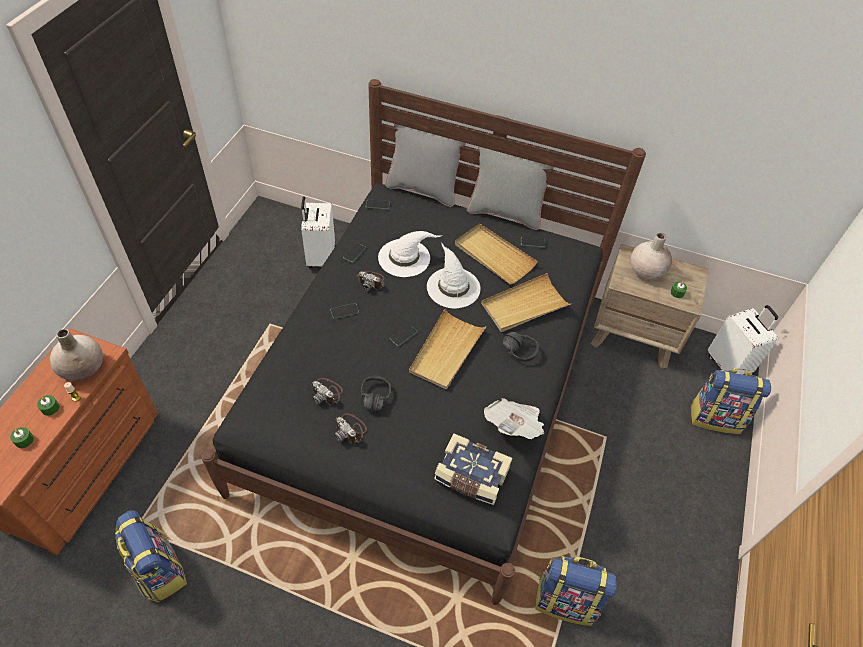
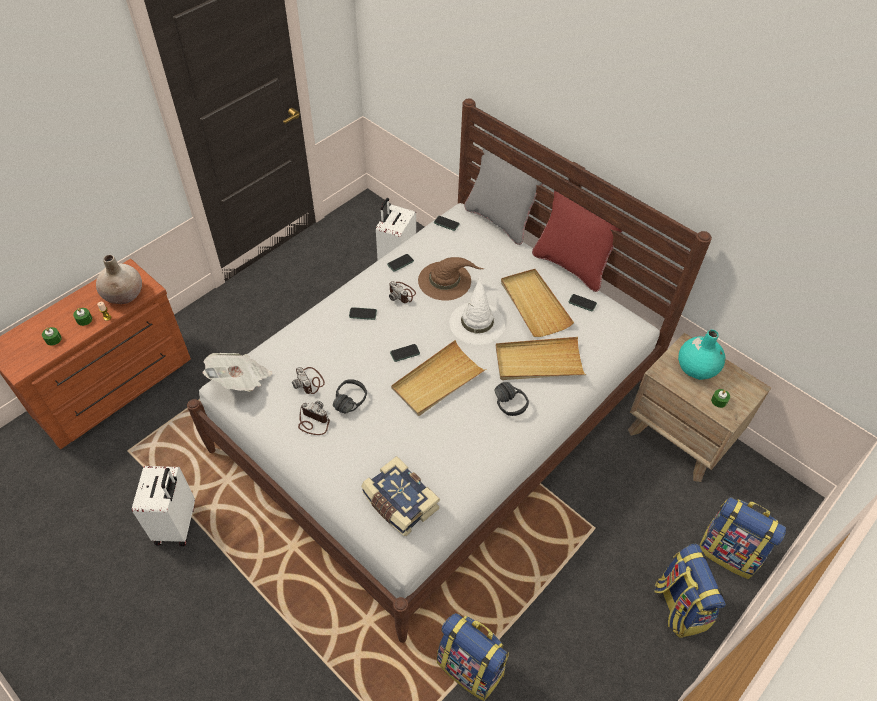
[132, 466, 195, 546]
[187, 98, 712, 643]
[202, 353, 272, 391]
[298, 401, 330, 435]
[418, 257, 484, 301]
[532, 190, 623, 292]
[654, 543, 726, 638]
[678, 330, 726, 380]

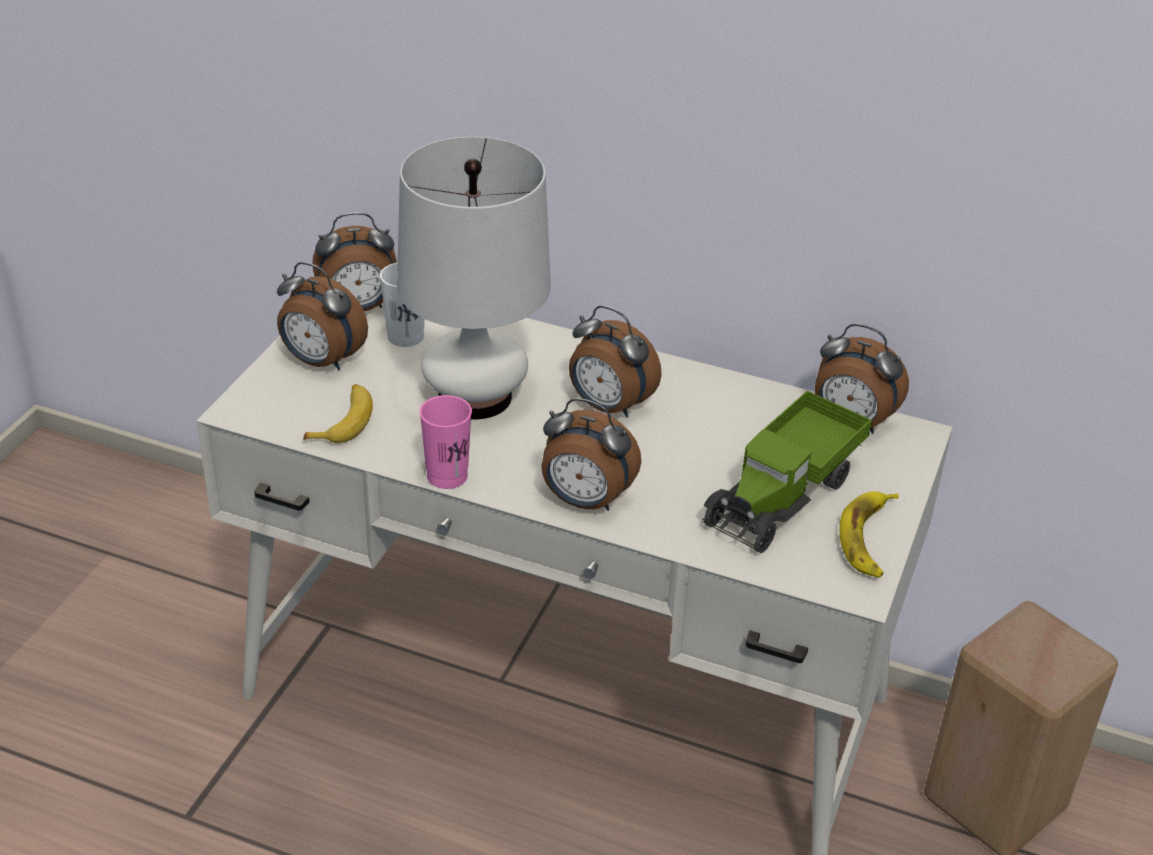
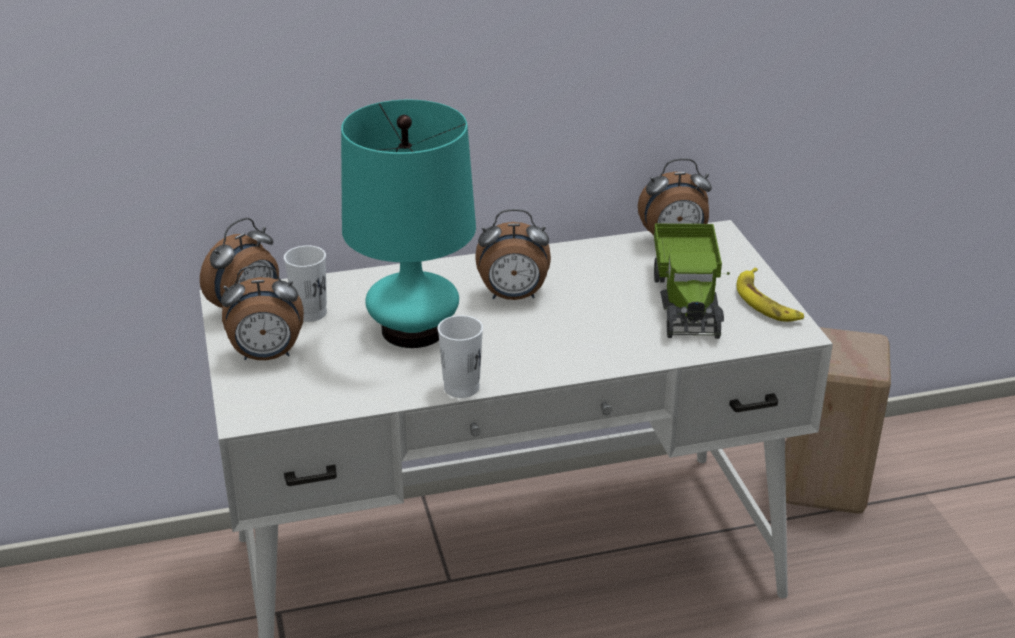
[341, 100, 476, 348]
[438, 315, 483, 398]
[303, 384, 373, 443] (first image)
[541, 398, 641, 511] (first image)

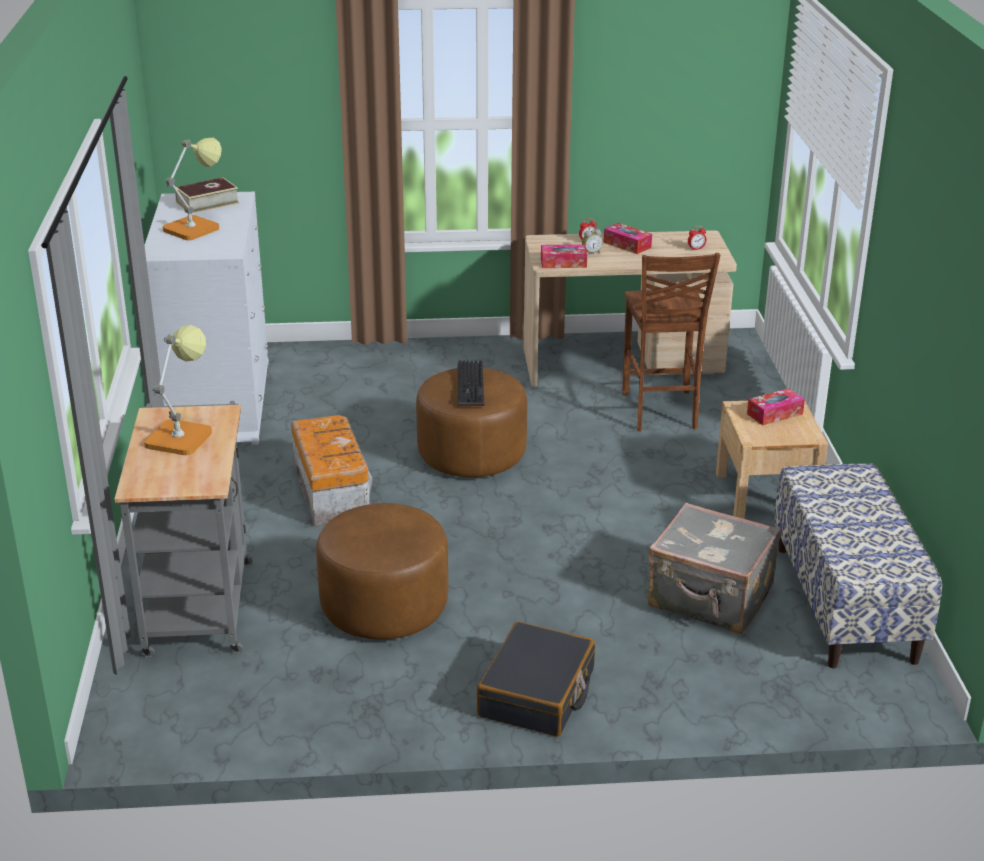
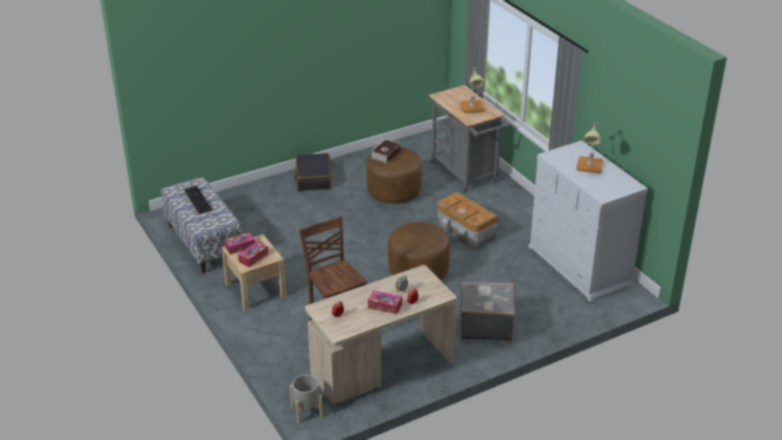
[184, 186, 212, 214]
[224, 232, 255, 255]
[290, 375, 323, 423]
[371, 139, 401, 164]
[460, 281, 515, 341]

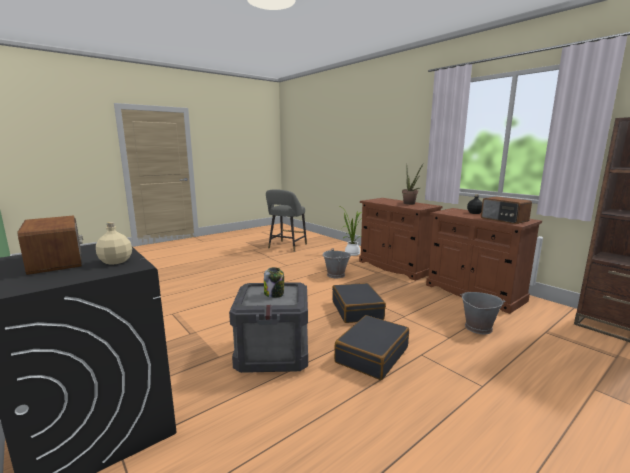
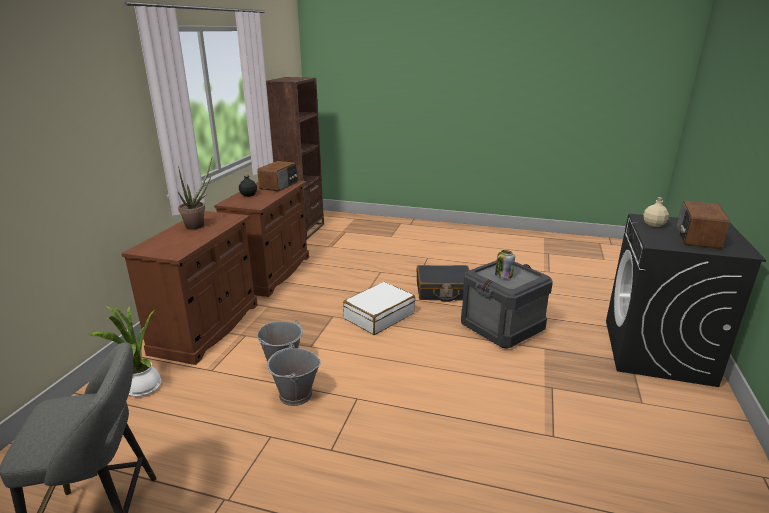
[267, 344, 321, 406]
[343, 282, 415, 335]

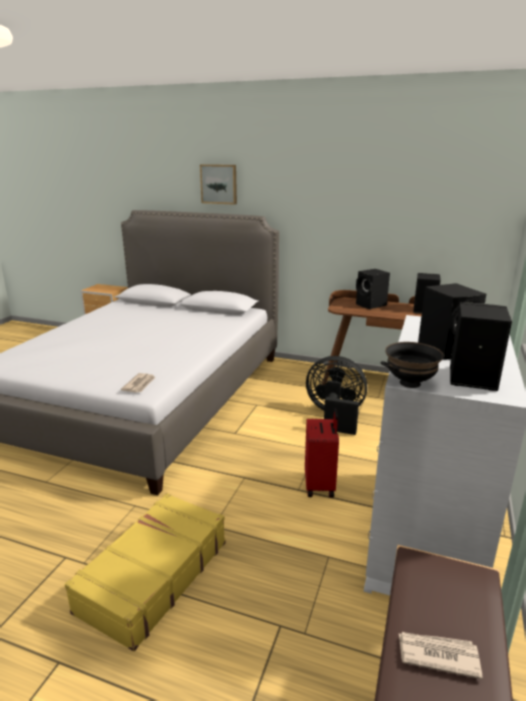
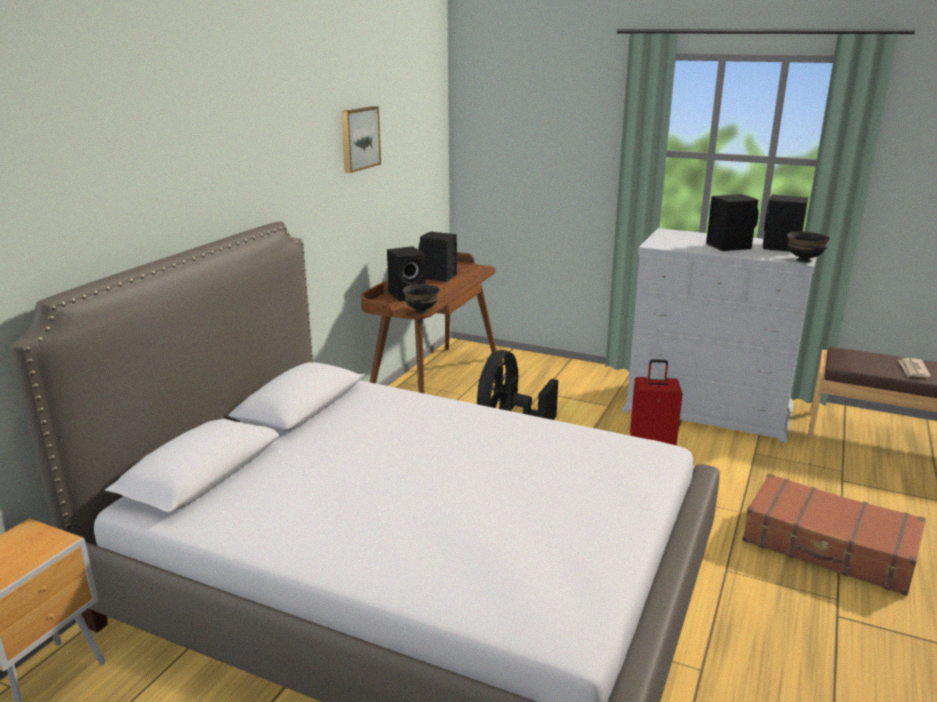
[341, 106, 381, 173]
[403, 284, 440, 314]
[742, 474, 926, 596]
[121, 373, 155, 393] (first image)

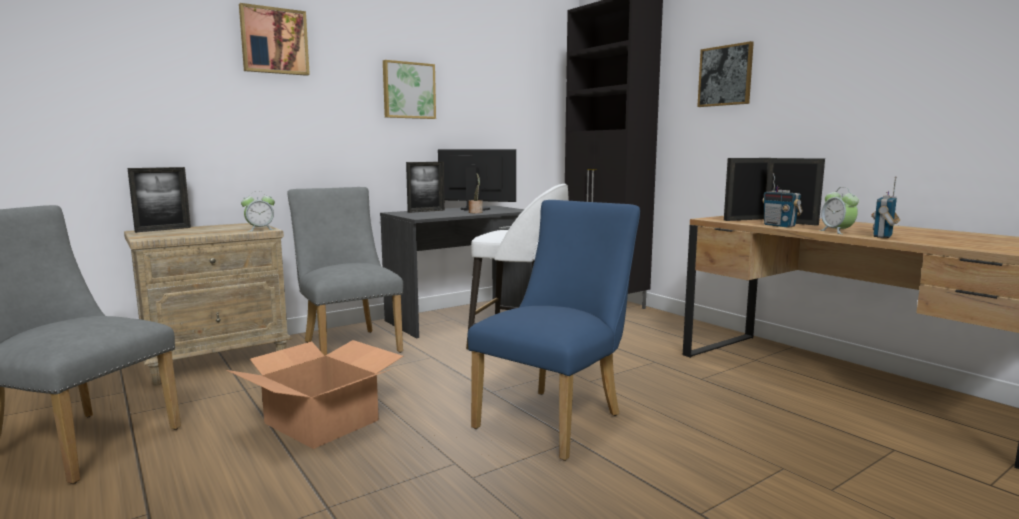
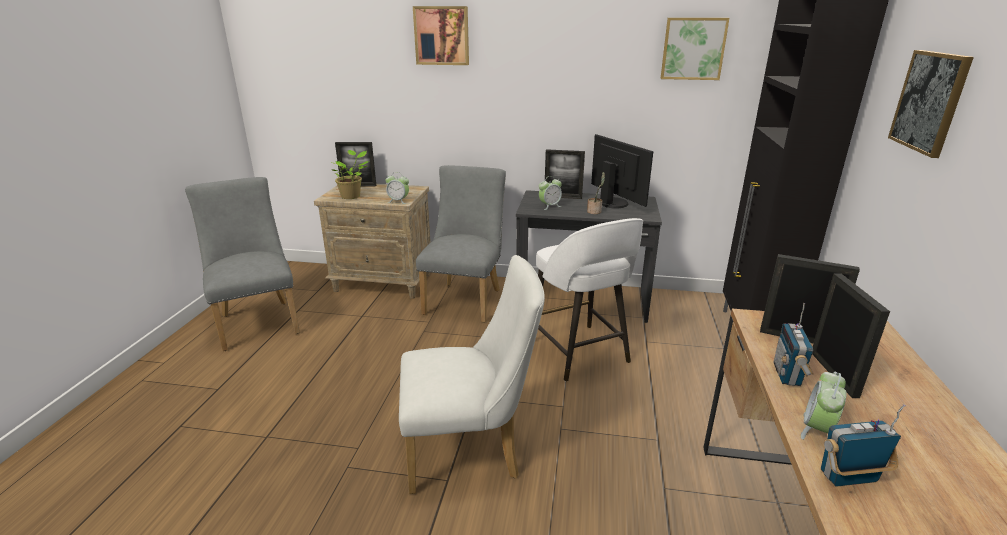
[331, 150, 369, 199]
[399, 255, 545, 494]
[539, 176, 562, 210]
[661, 18, 729, 80]
[226, 340, 403, 449] (first image)

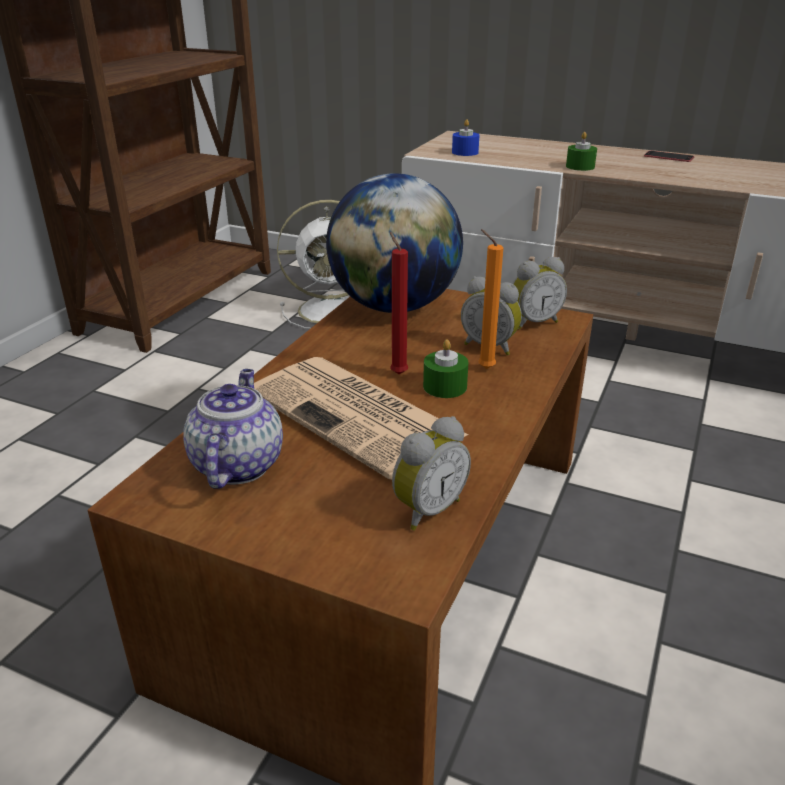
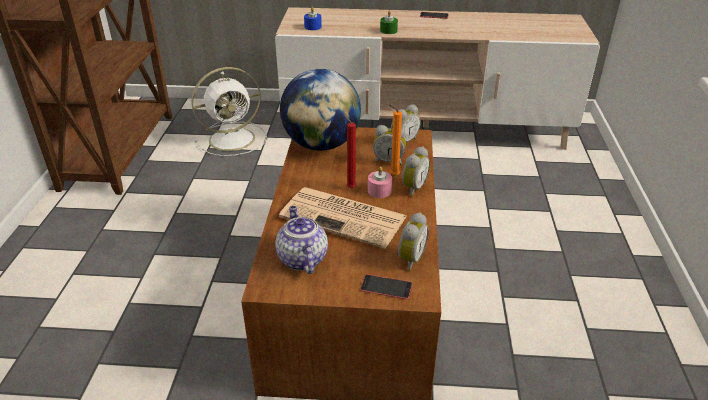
[360, 274, 412, 299]
[368, 166, 392, 198]
[402, 146, 430, 196]

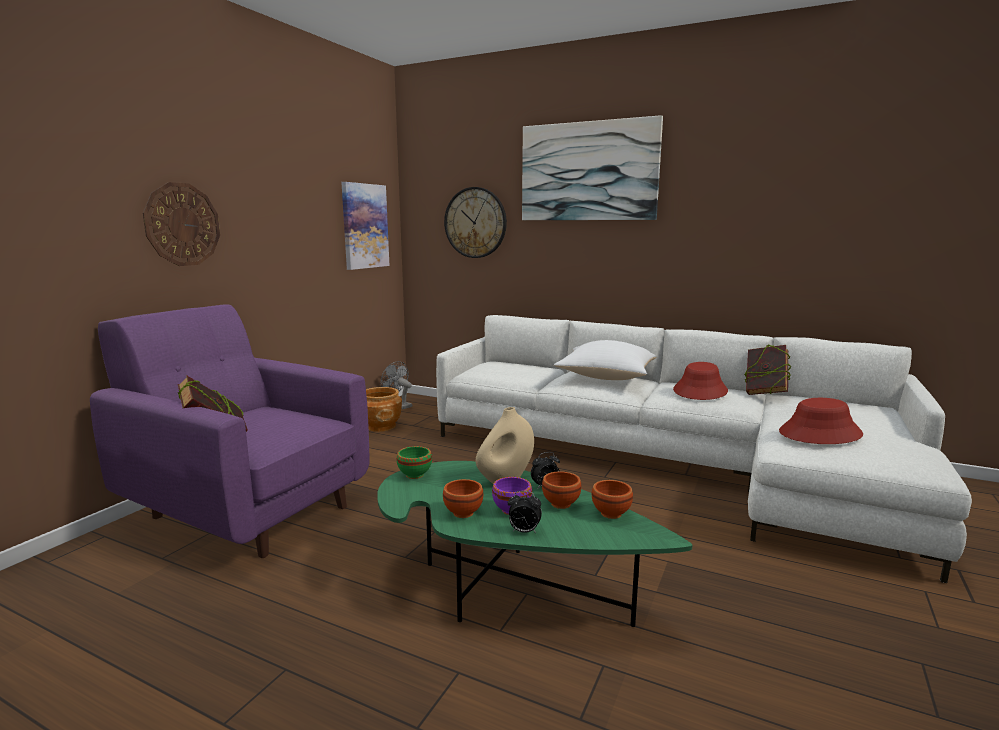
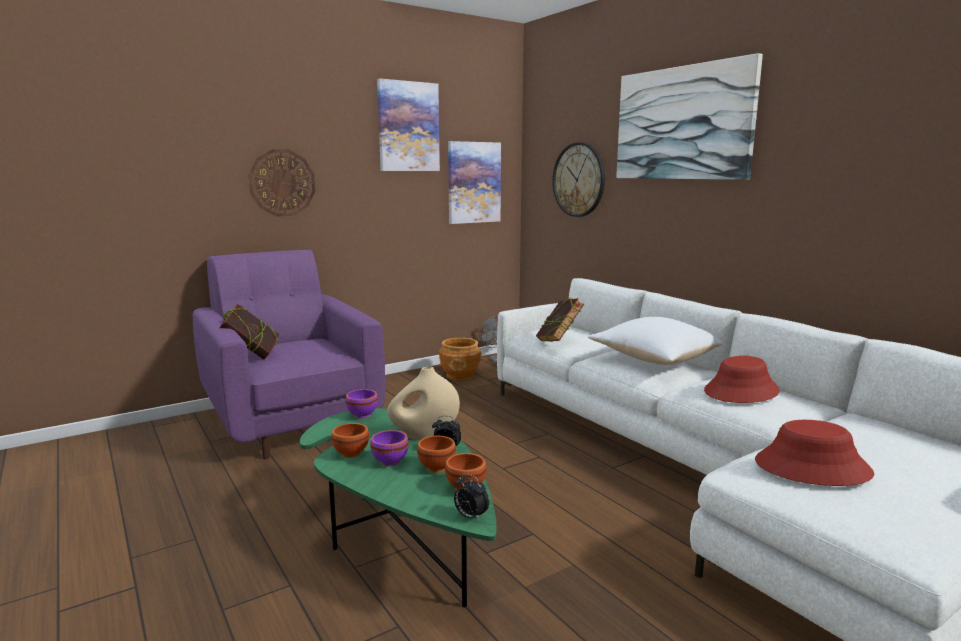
[345, 389, 378, 418]
[377, 78, 440, 171]
[454, 473, 489, 522]
[536, 298, 584, 342]

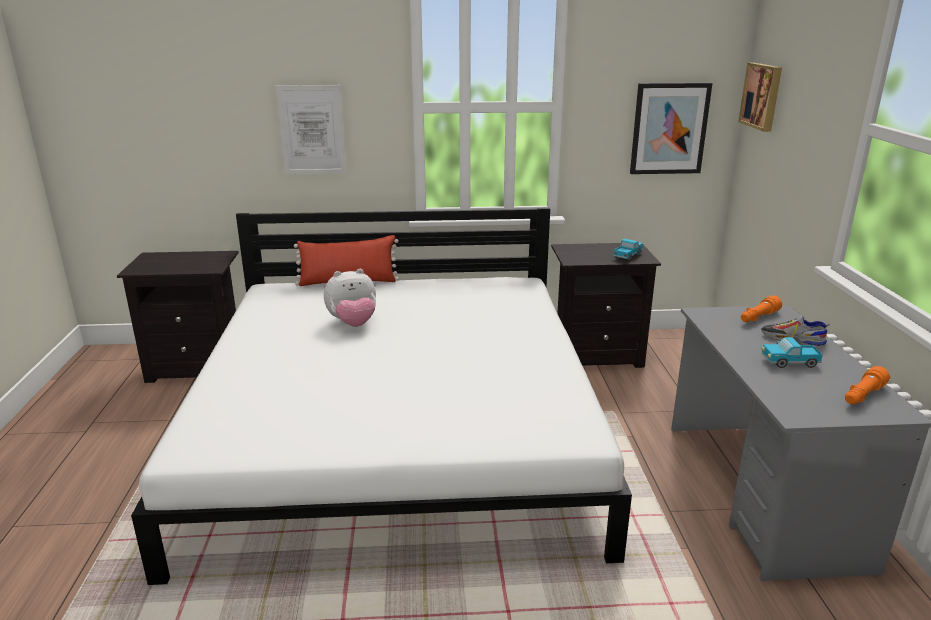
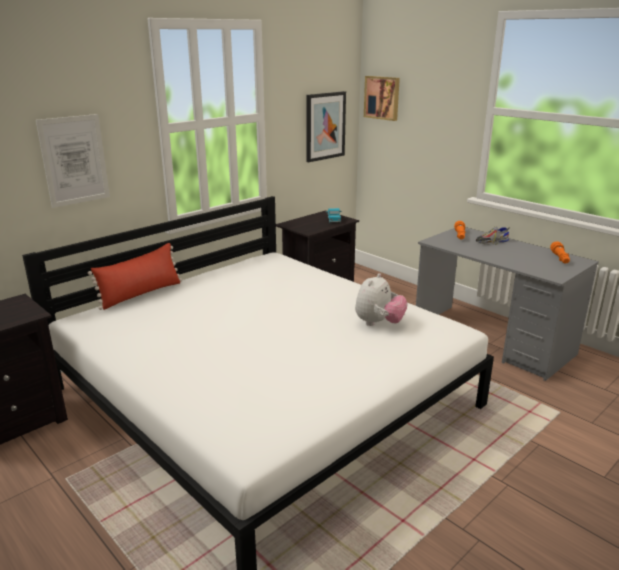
[355, 273, 408, 326]
[761, 337, 823, 368] (first image)

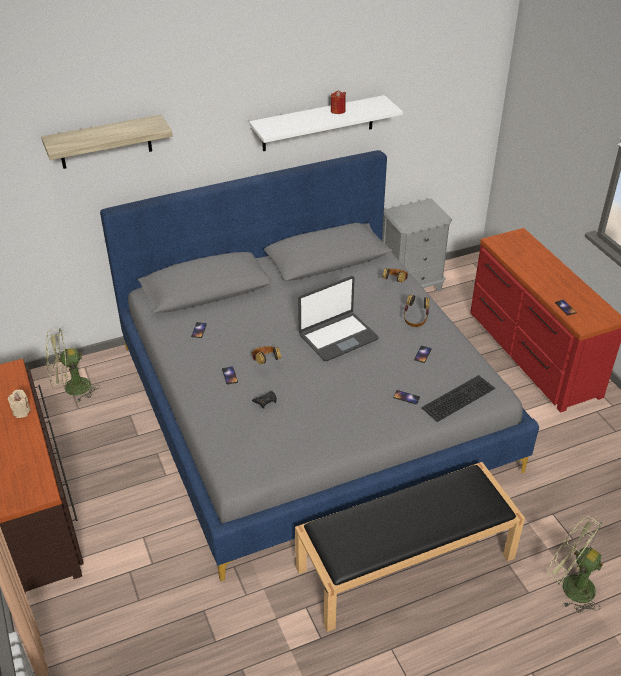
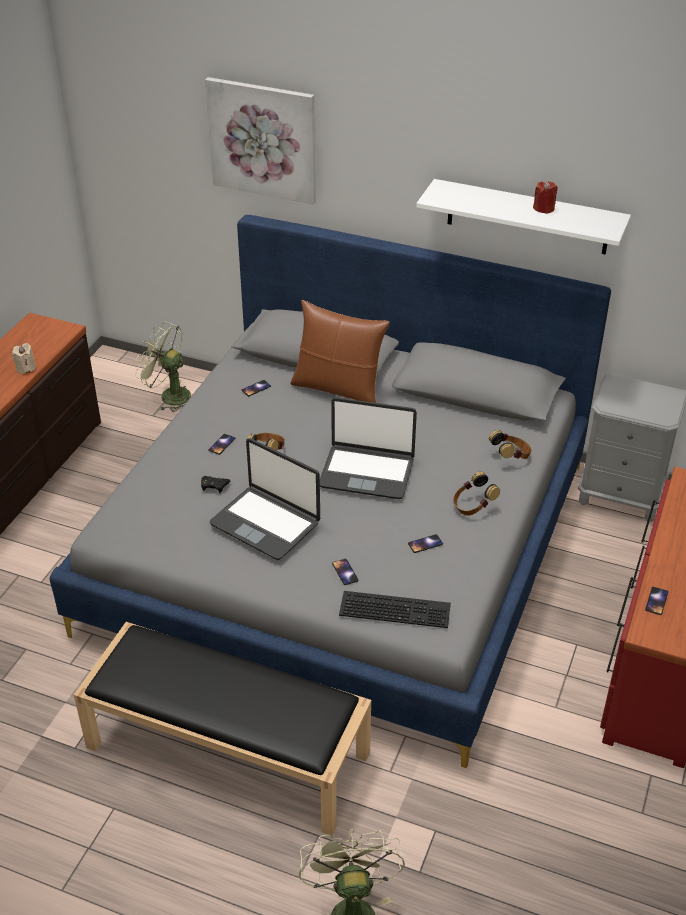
[205, 77, 316, 204]
[210, 438, 320, 560]
[290, 300, 390, 403]

